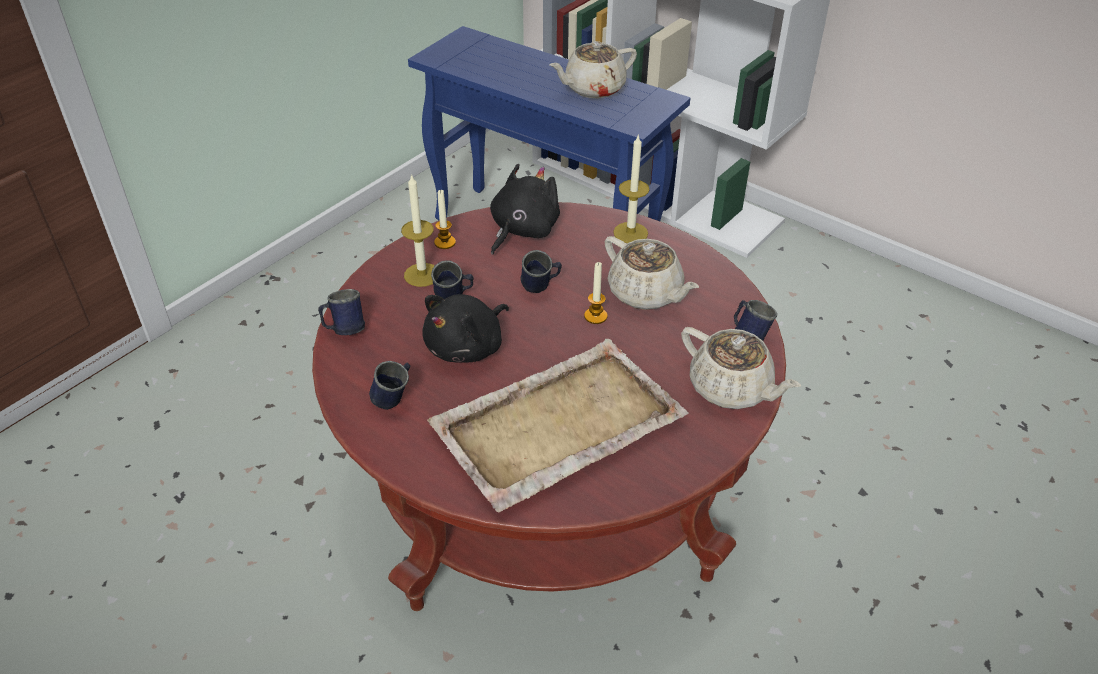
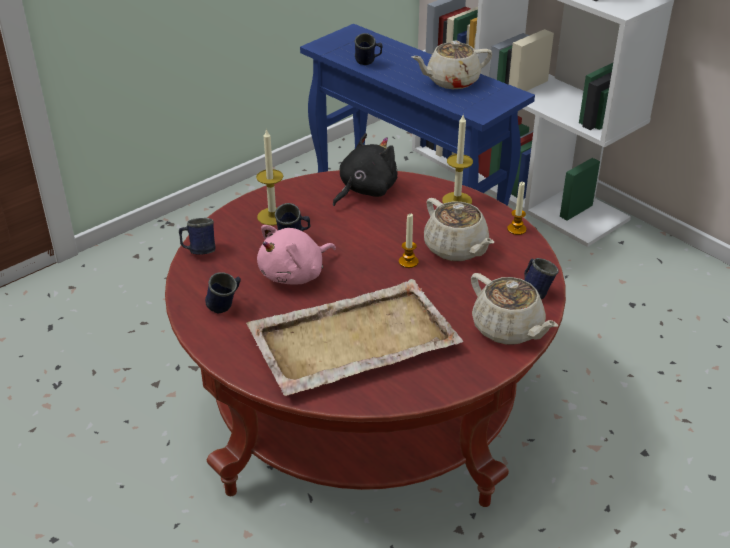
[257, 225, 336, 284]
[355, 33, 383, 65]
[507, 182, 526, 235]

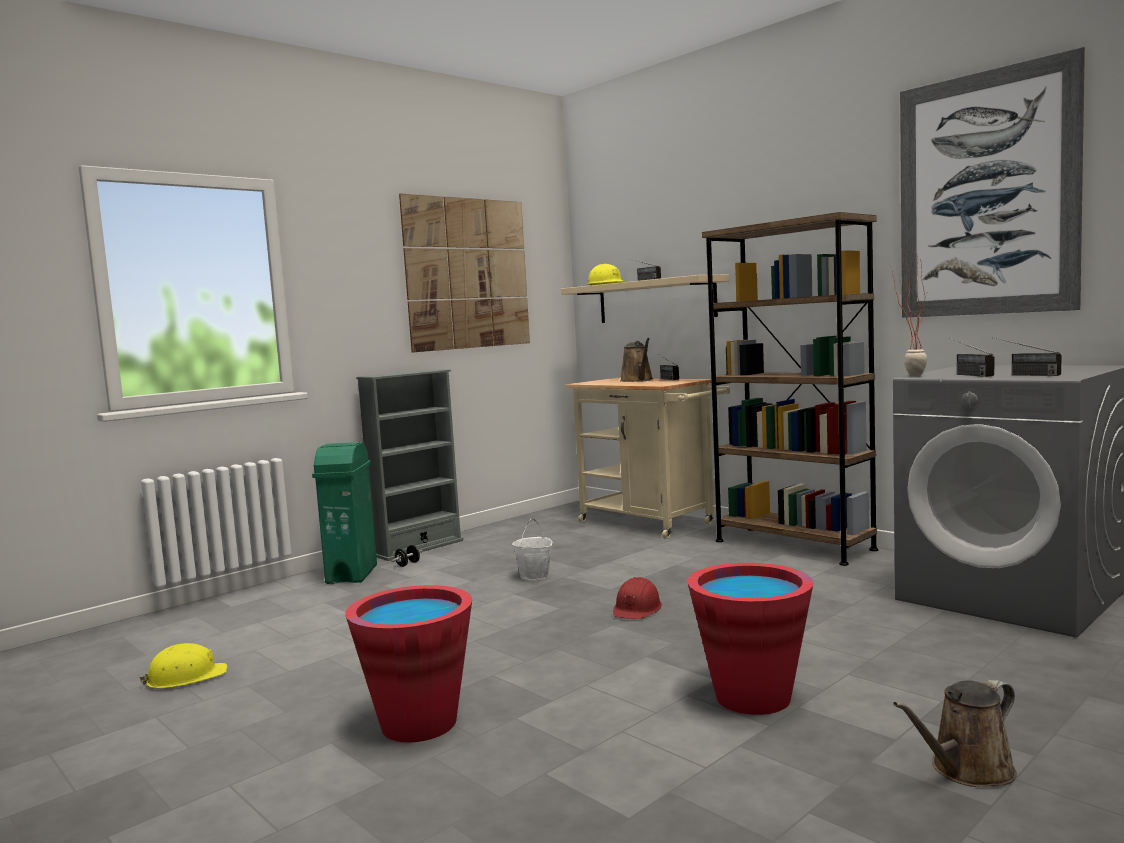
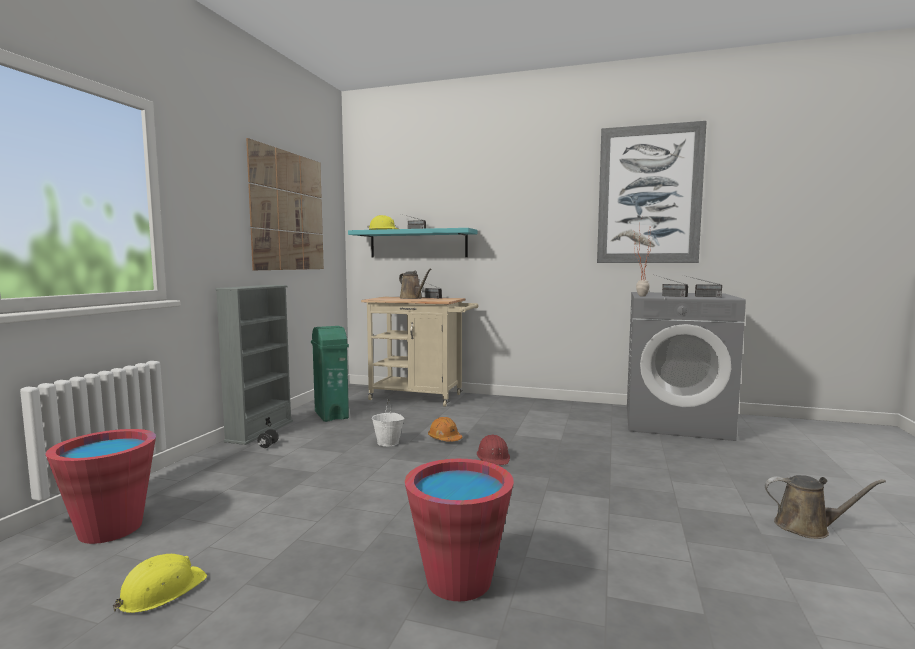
[45, 429, 156, 544]
[311, 326, 349, 422]
[348, 228, 477, 258]
[428, 417, 462, 442]
[765, 475, 886, 539]
[702, 212, 878, 566] (first image)

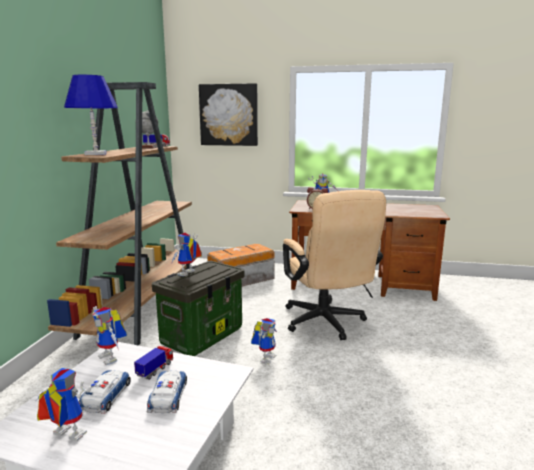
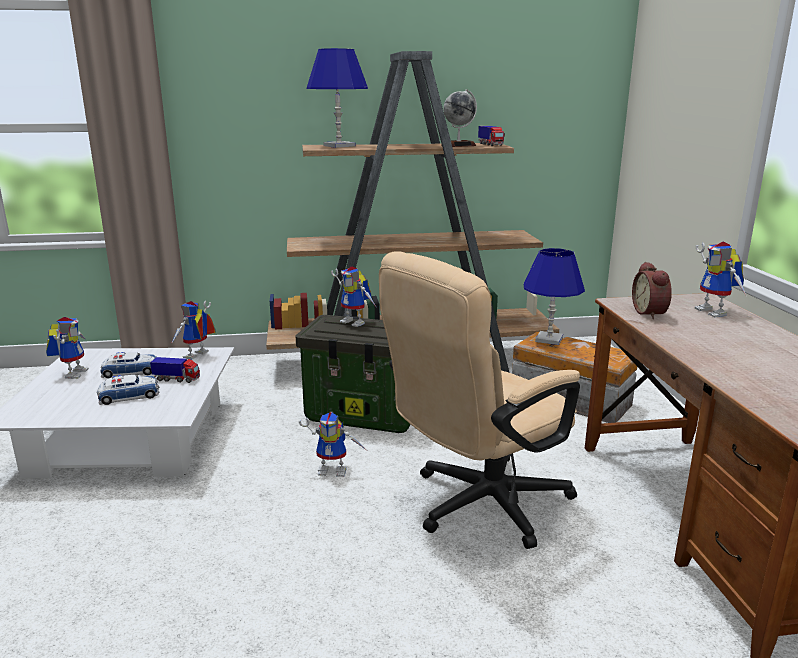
[331, 266, 376, 327]
[524, 248, 585, 345]
[199, 83, 258, 146] (first image)

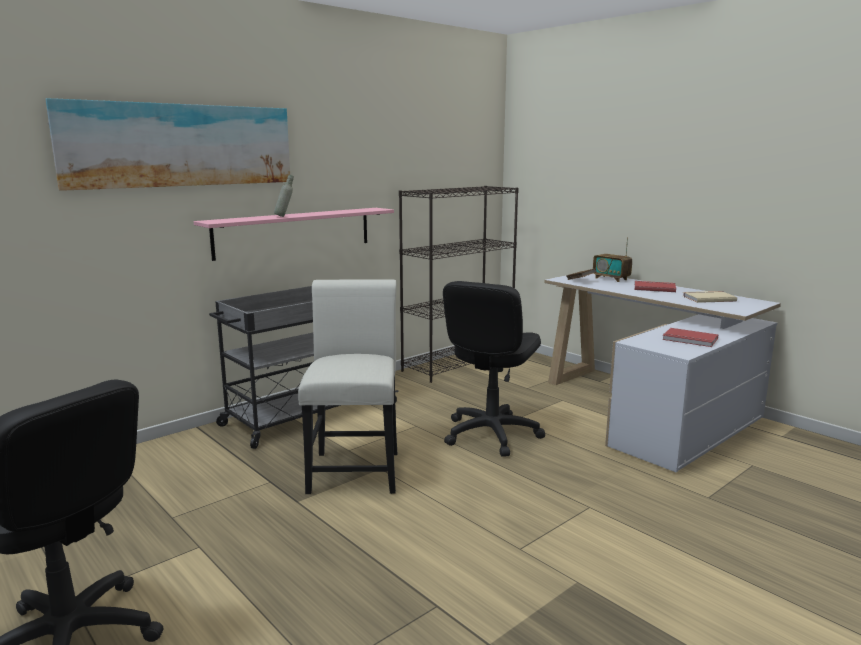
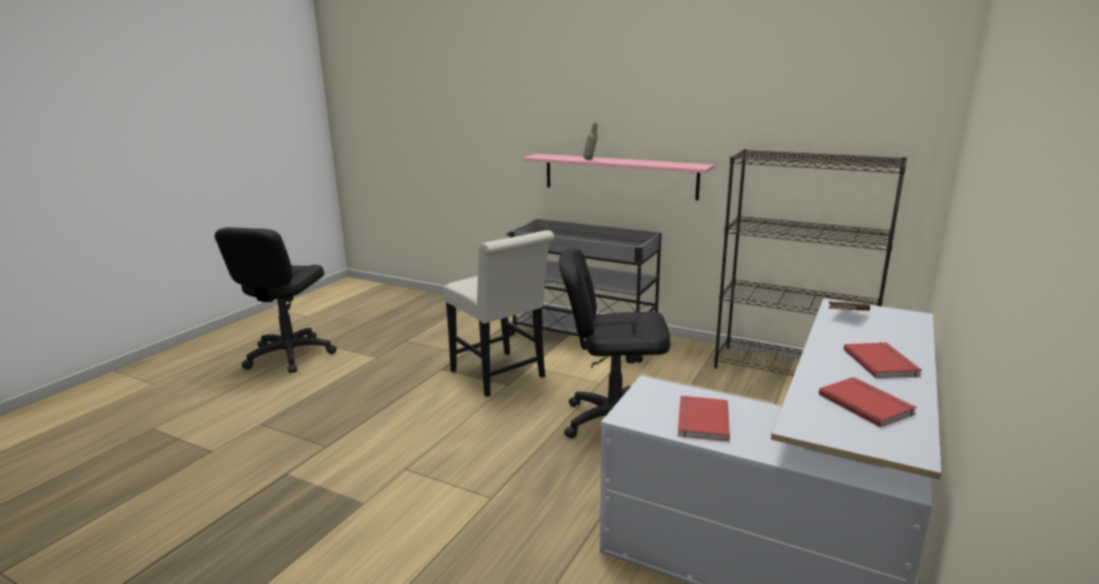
[444, 230, 554, 397]
[819, 377, 917, 427]
[45, 98, 290, 191] (first image)
[593, 237, 632, 282] (first image)

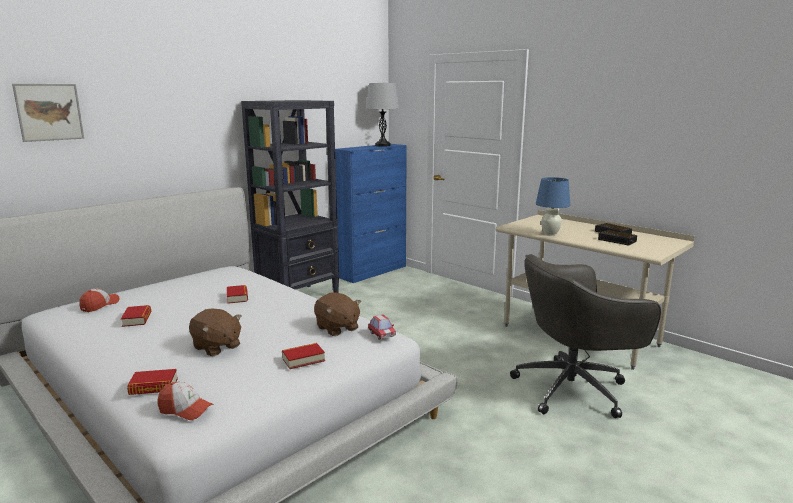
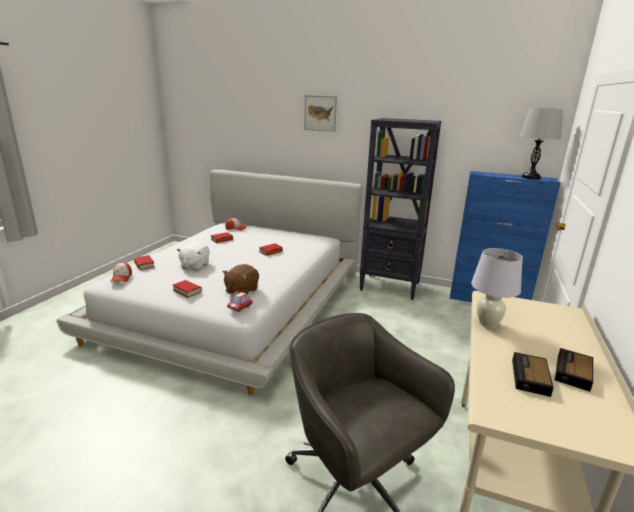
[177, 242, 210, 270]
[304, 95, 337, 132]
[471, 248, 523, 328]

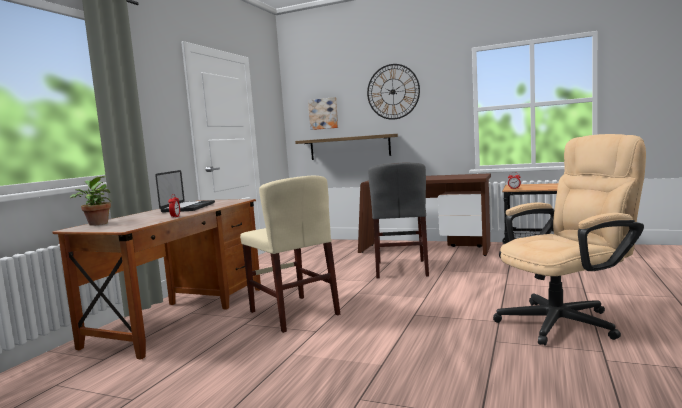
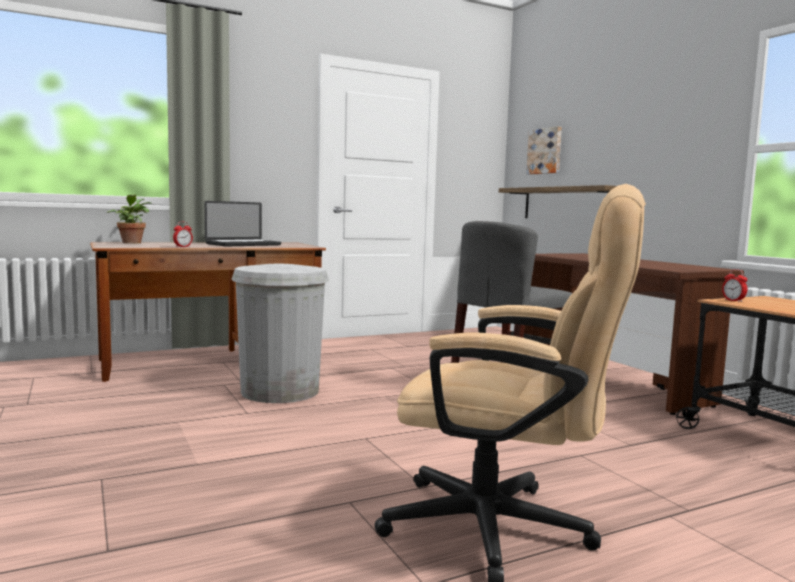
[231, 264, 329, 403]
[367, 64, 420, 120] (first image)

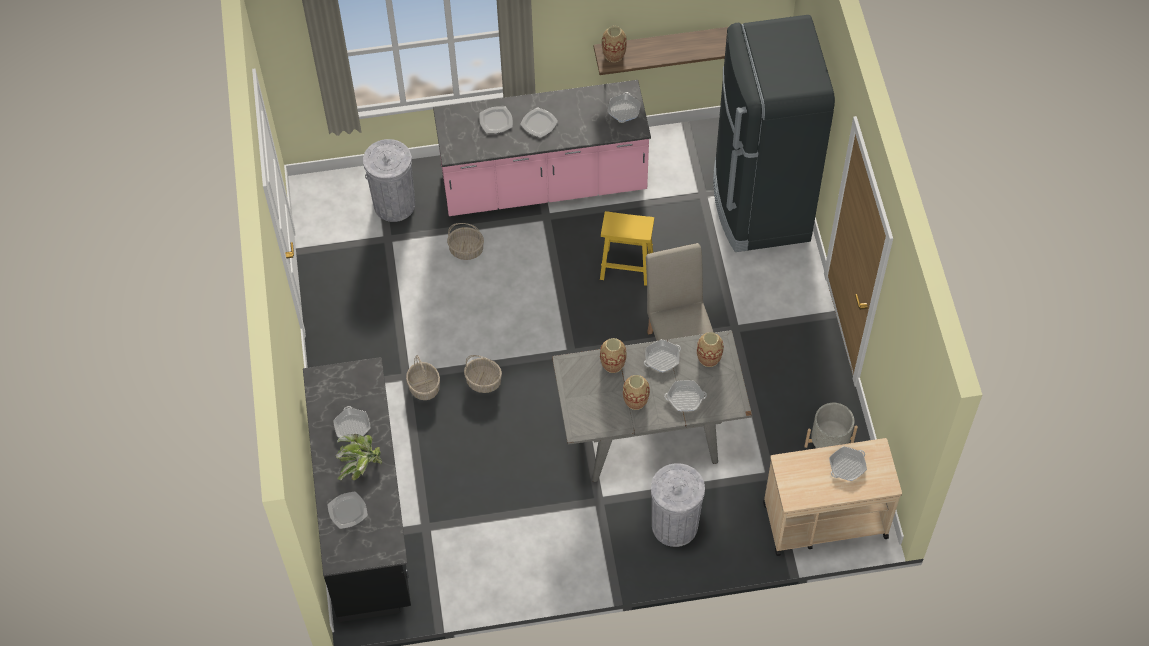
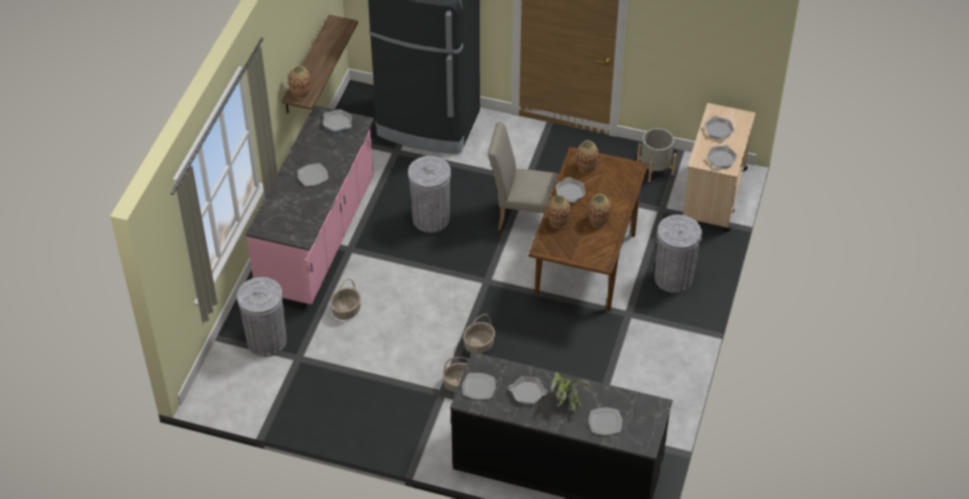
[408, 156, 451, 233]
[462, 373, 496, 399]
[528, 147, 649, 311]
[707, 145, 737, 168]

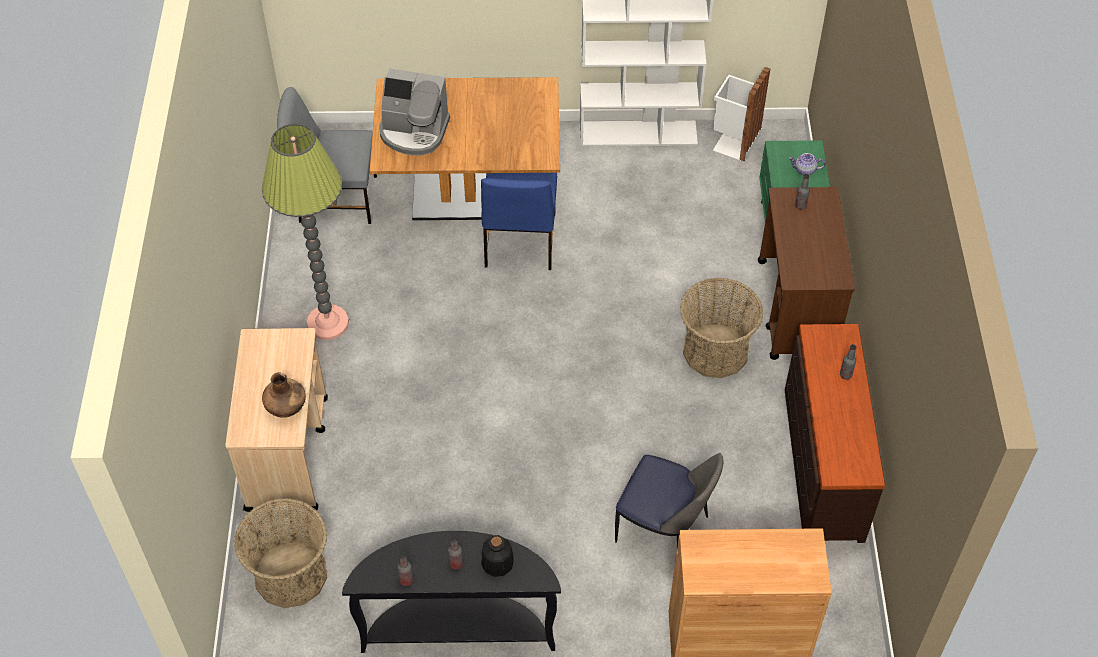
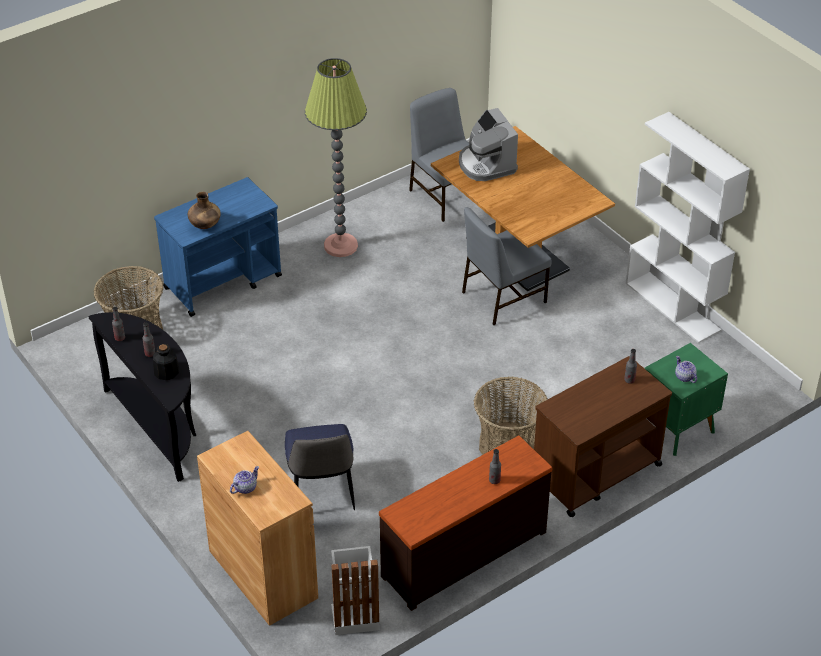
[154, 177, 282, 317]
[230, 466, 259, 494]
[331, 546, 380, 635]
[462, 207, 552, 325]

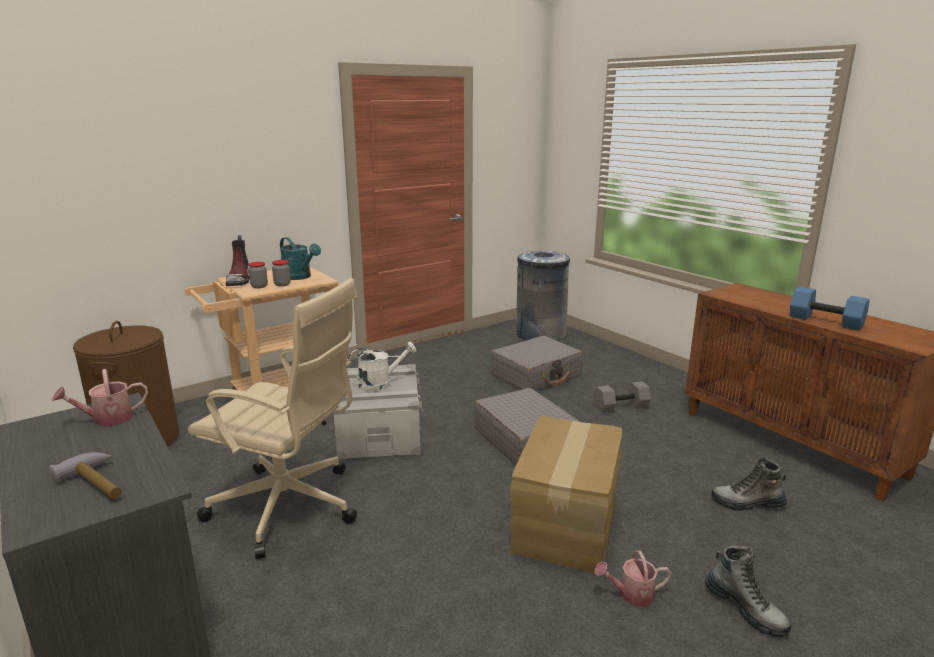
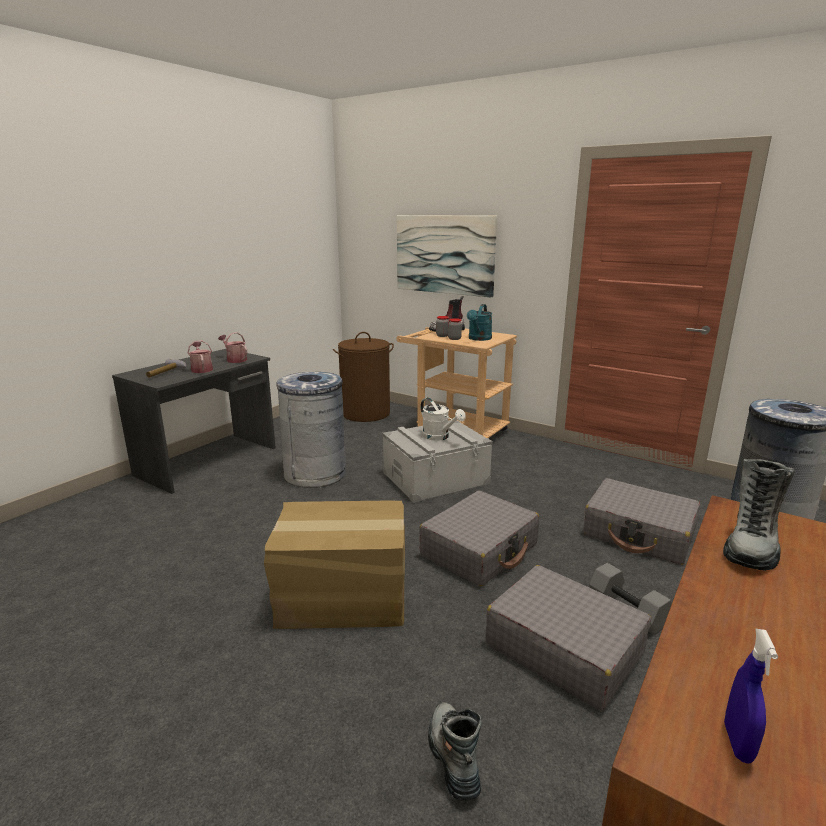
[187, 340, 213, 373]
[276, 372, 346, 488]
[397, 215, 497, 298]
[486, 565, 651, 710]
[723, 459, 795, 571]
[724, 628, 778, 764]
[790, 287, 870, 330] (first image)

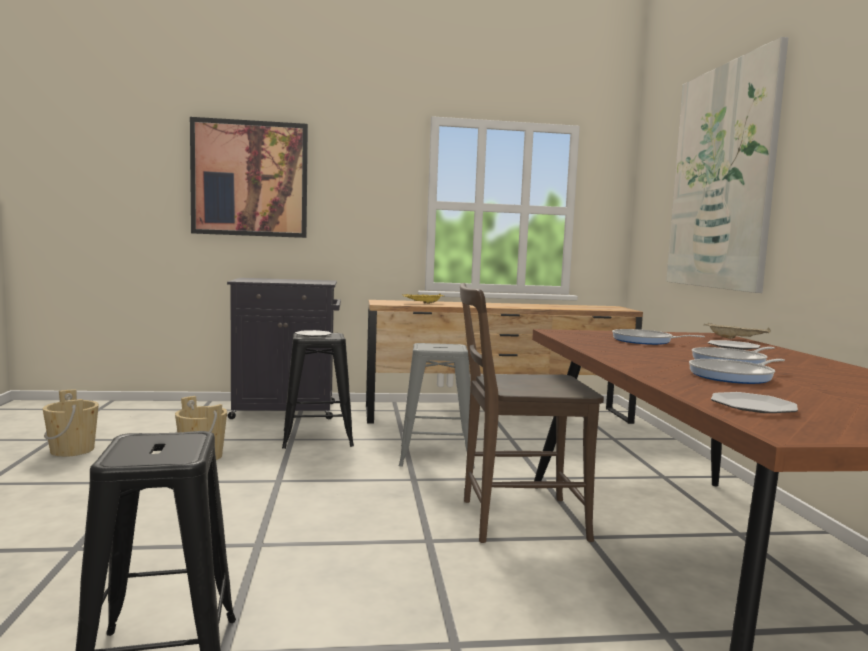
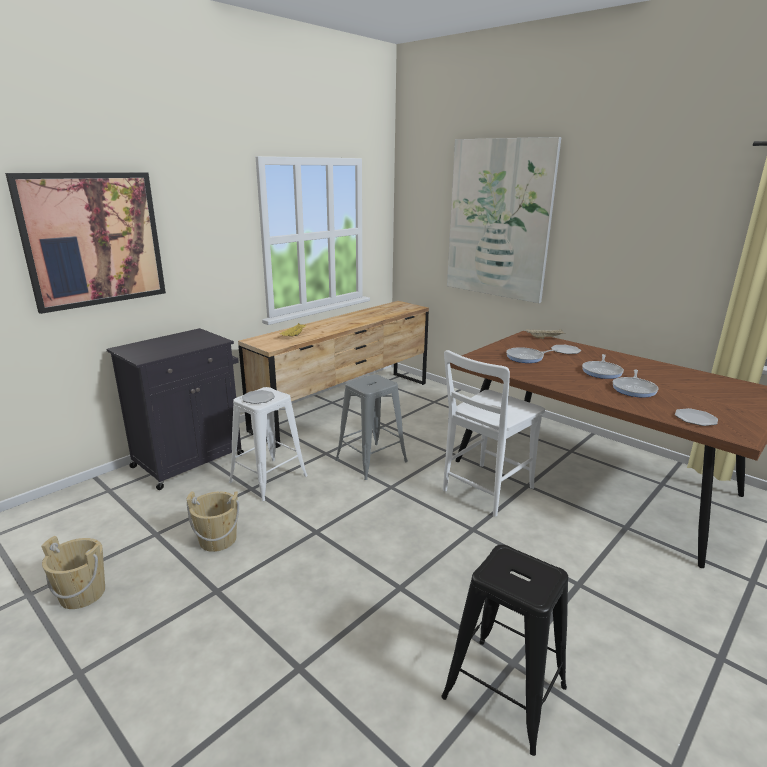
[229, 387, 308, 501]
[443, 350, 545, 517]

